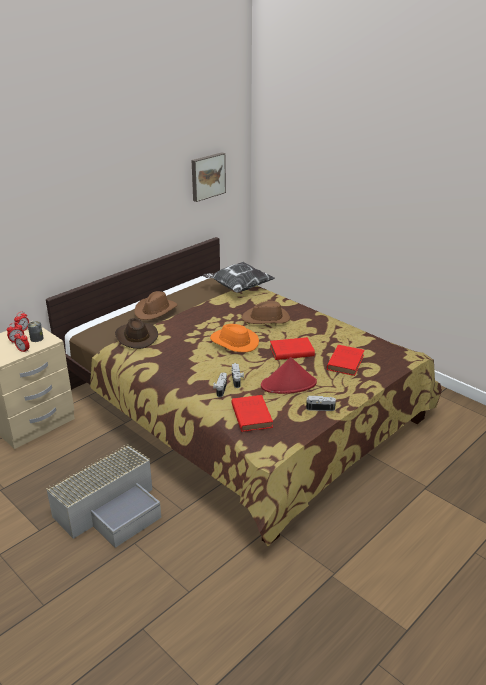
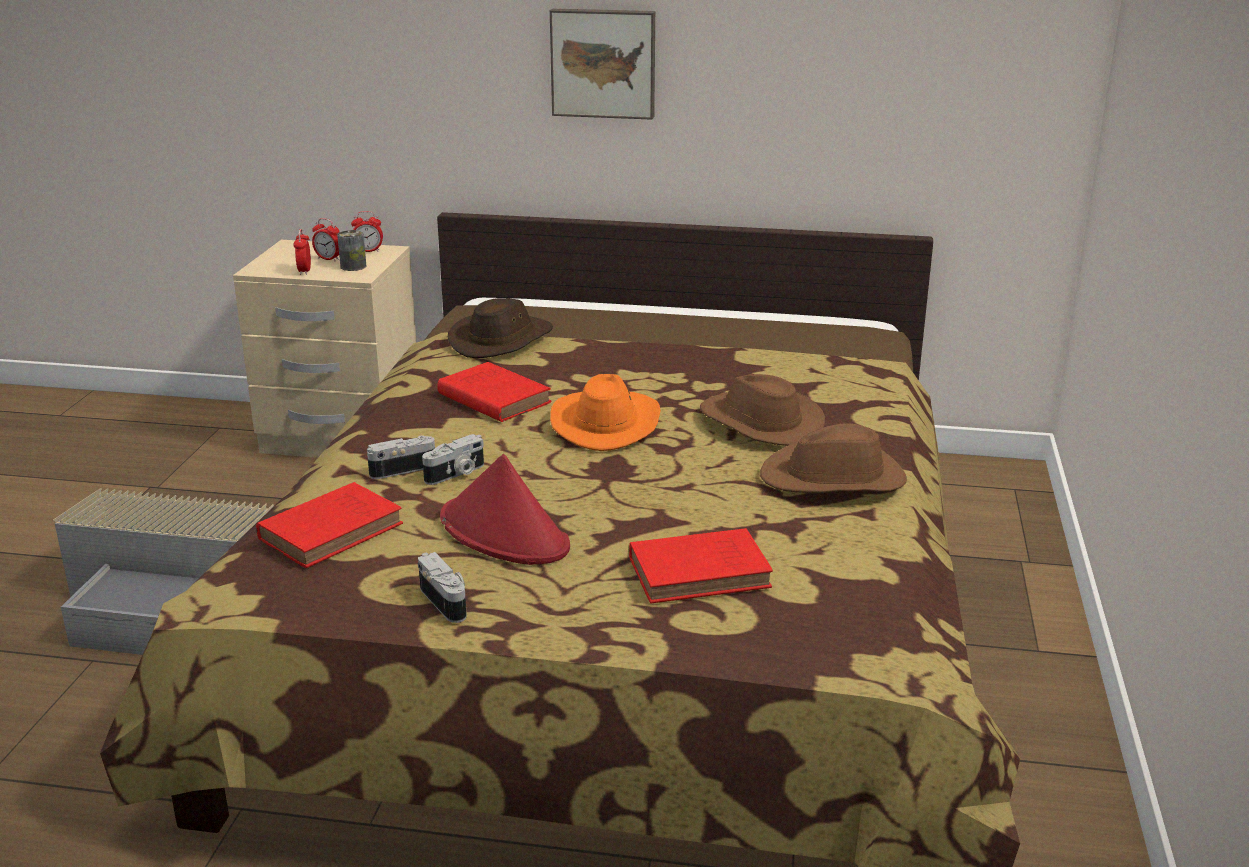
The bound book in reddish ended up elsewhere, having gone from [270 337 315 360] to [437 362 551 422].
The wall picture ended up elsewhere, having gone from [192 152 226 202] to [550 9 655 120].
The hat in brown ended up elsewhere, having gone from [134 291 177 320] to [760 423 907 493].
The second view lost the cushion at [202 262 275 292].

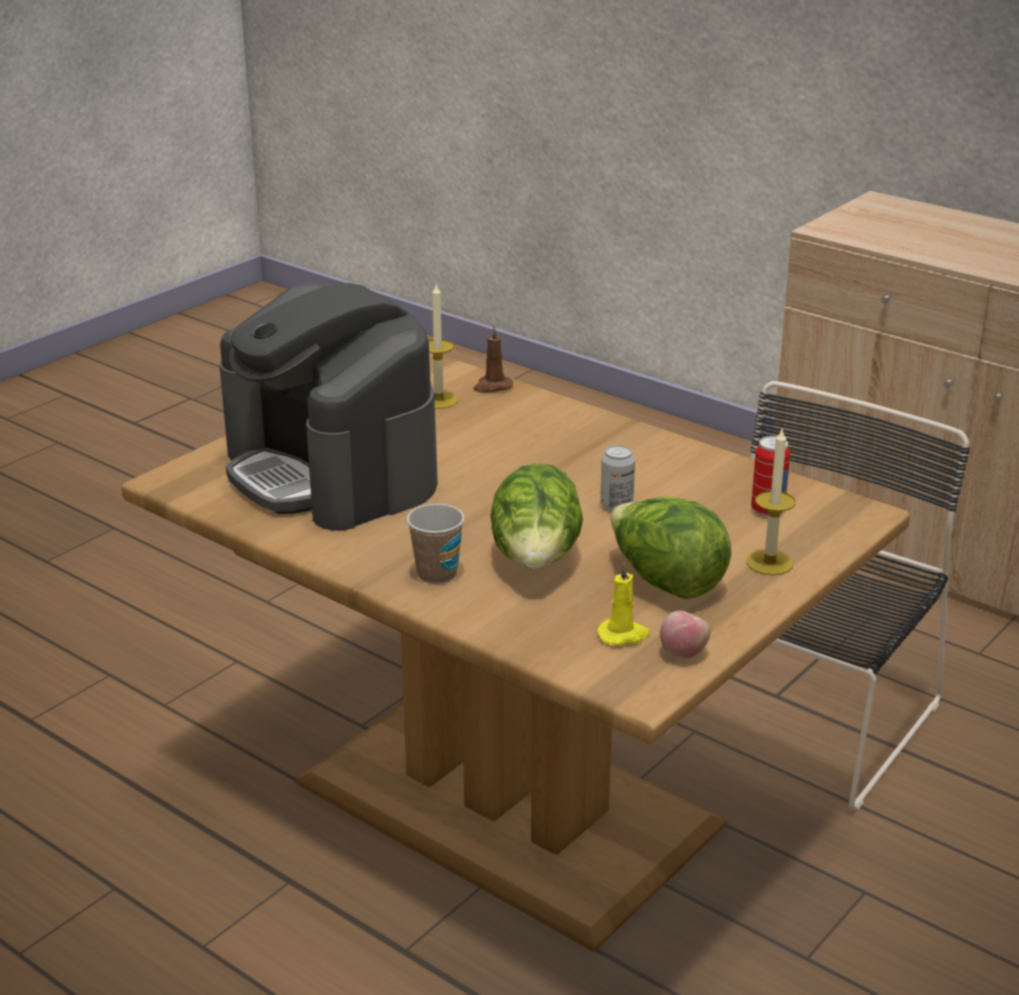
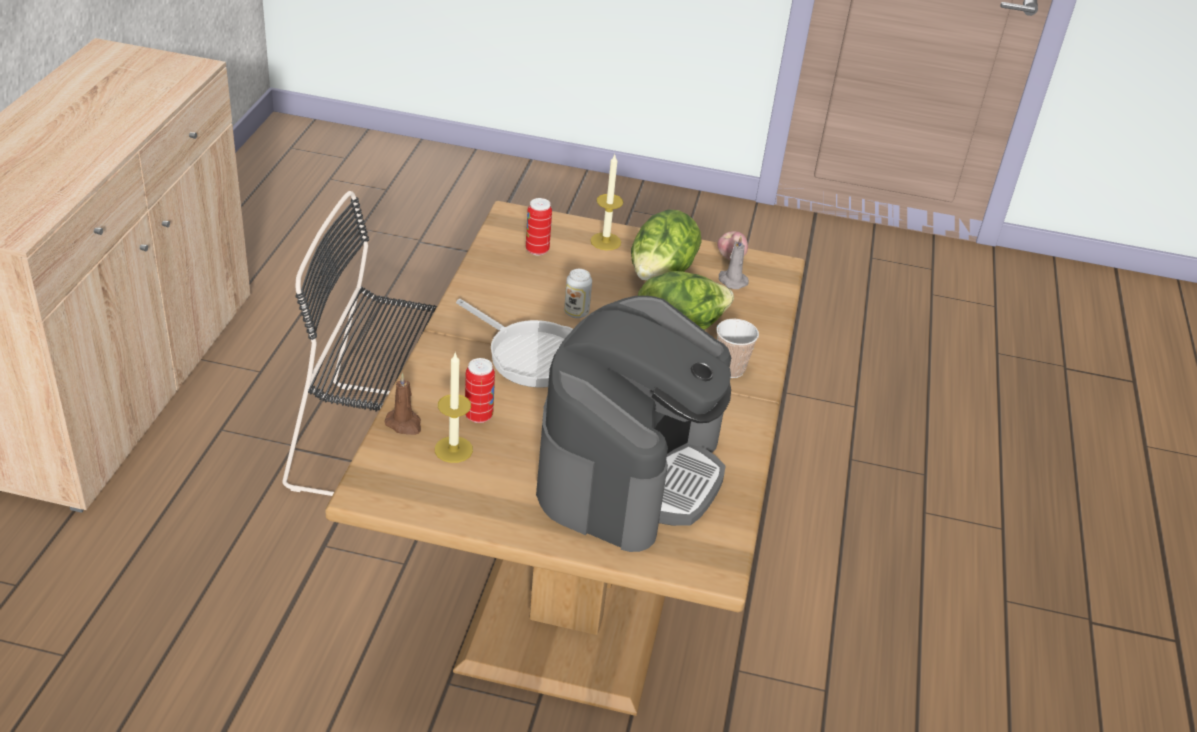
The second view gained the skillet at [456 299 573 388].
The second view gained the sealed can at [465 358 495 423].
What was the wax light in yellow at [597 561 650 646] turned into the wax light in gray at [719 236 749 289].

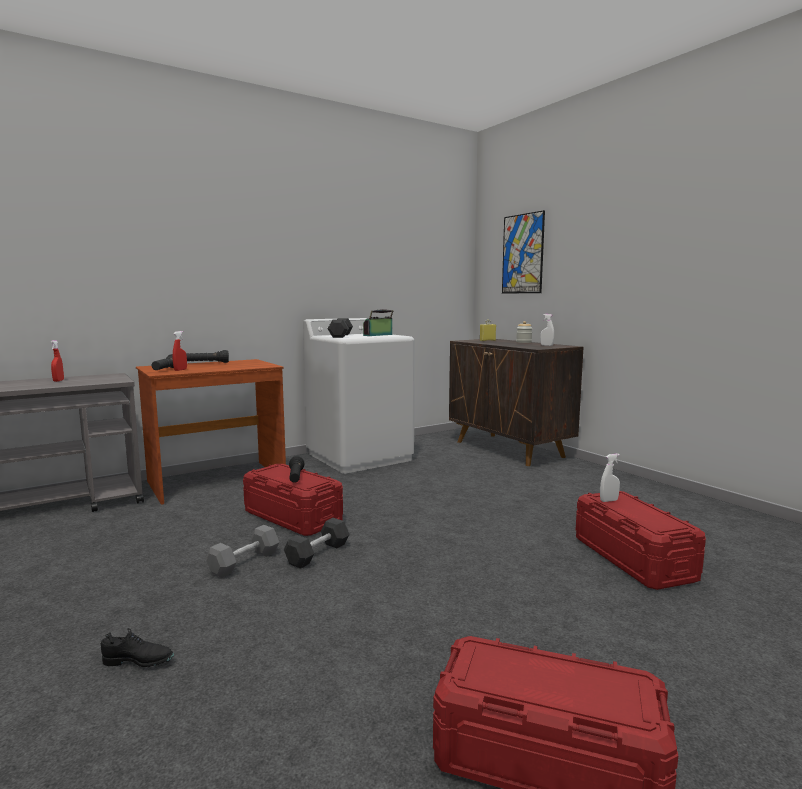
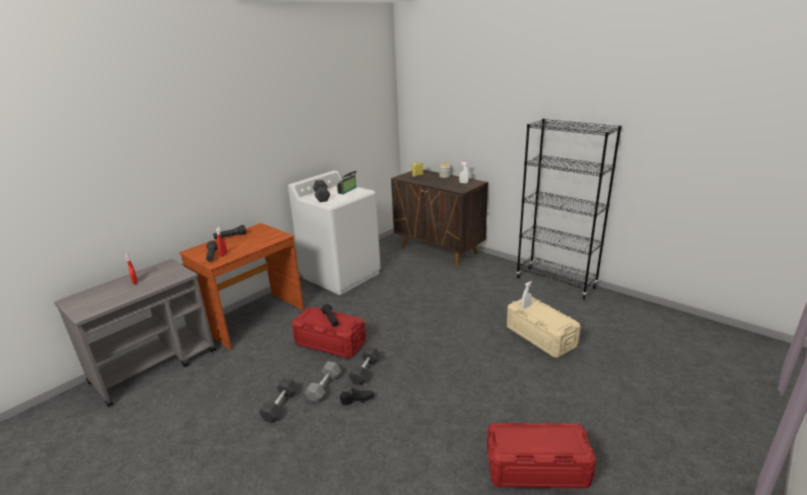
The second view gained the hand weight in black-coloured at [259 378 298 423].
The item of footwear in black-coloured ended up elsewhere, having gone from [101 628 174 667] to [340 387 375 405].
What was the storage box in reddish at [576 491 706 590] turned into the storage box in beige-coloured at [507 297 580 357].
The second view gained the bookshelf in black-coloured at [516 118 621 299].
The second view lost the wall picture at [502 210 545 294].

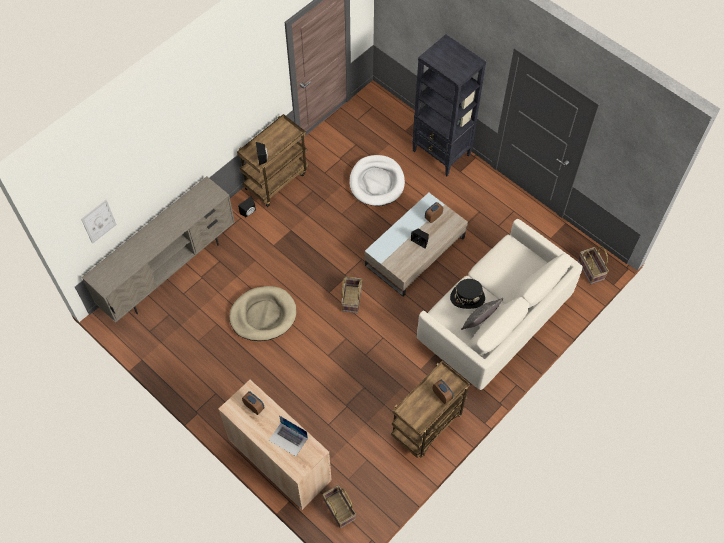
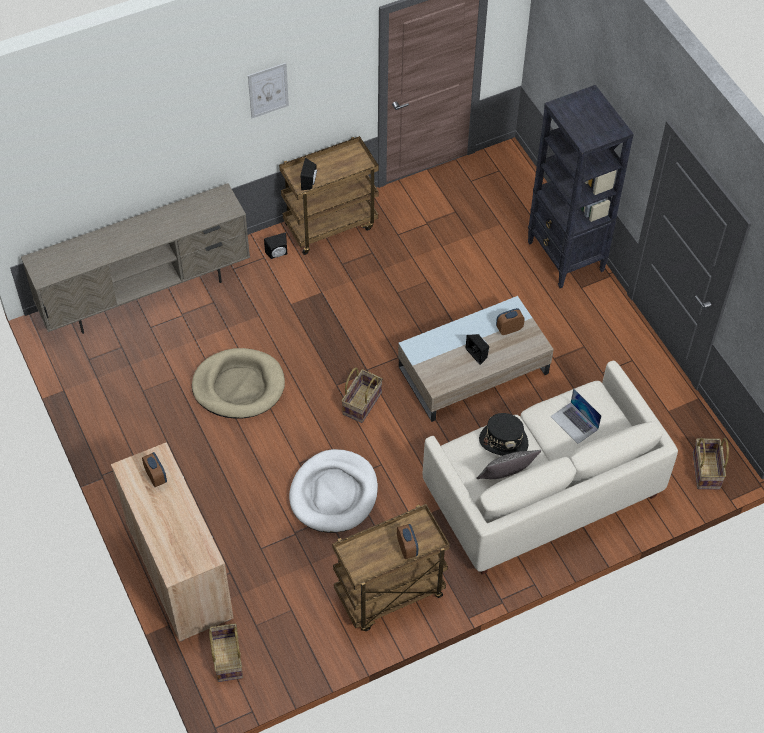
The wall picture ended up elsewhere, having gone from [81 200 117 244] to [248 63 289 118].
The dog bed in white-coloured ended up elsewhere, having gone from [350 155 405 206] to [289 449 378 533].
The laptop ended up elsewhere, having gone from [269 415 308 457] to [550 388 602 444].

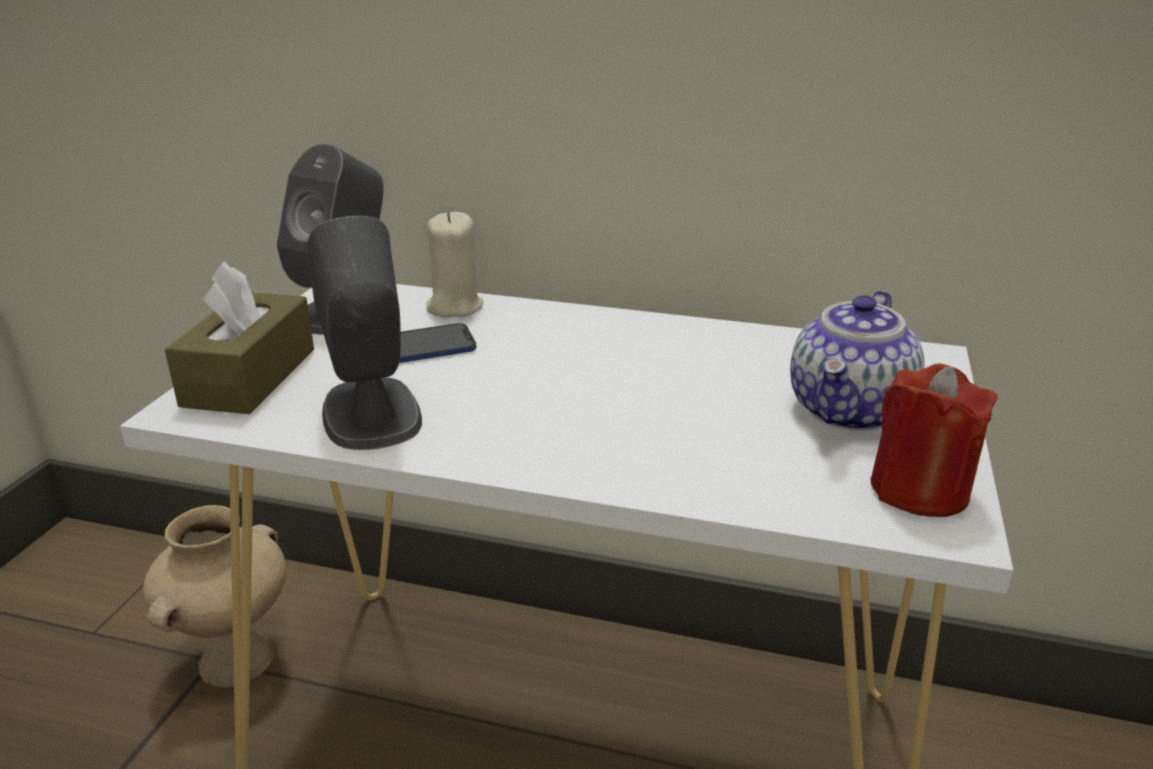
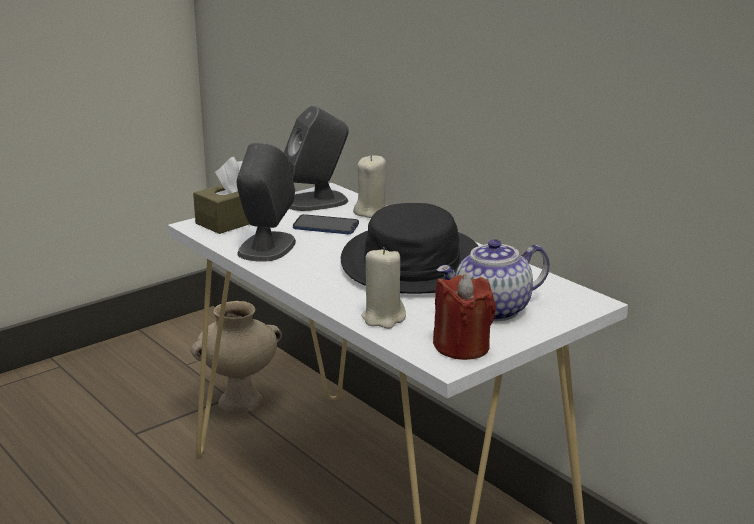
The second view gained the hat in black-coloured at [341 203 478 294].
The second view gained the wax light in beige-coloured at [361 247 406 329].

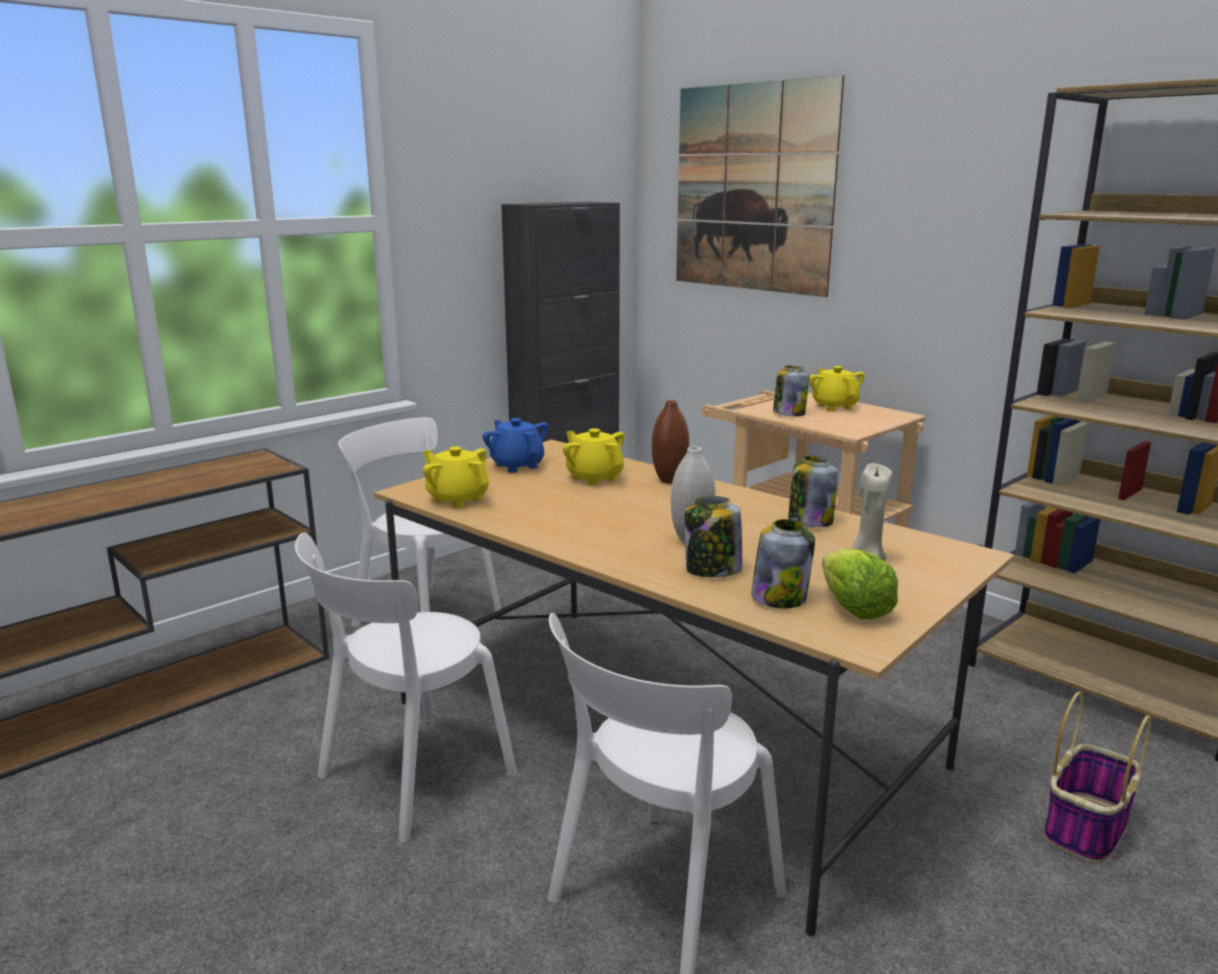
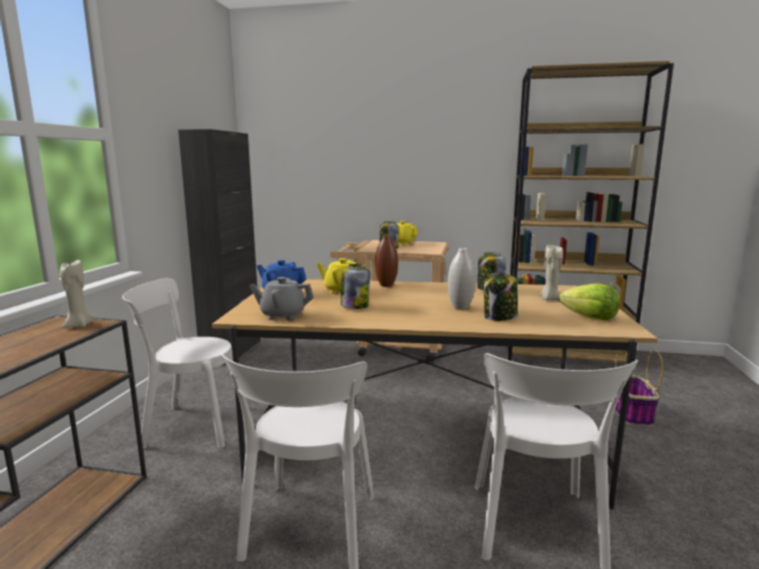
The second view gained the wax light in beige-coloured at [60 260 96 328].
What was the teapot in yellow at [423 446 489 508] turned into the teapot in gray at [249 277 314 320].
The storage jar ended up elsewhere, having gone from [751 519 815 608] to [341 264 370 309].
The second view lost the wall picture at [676 75 844 297].

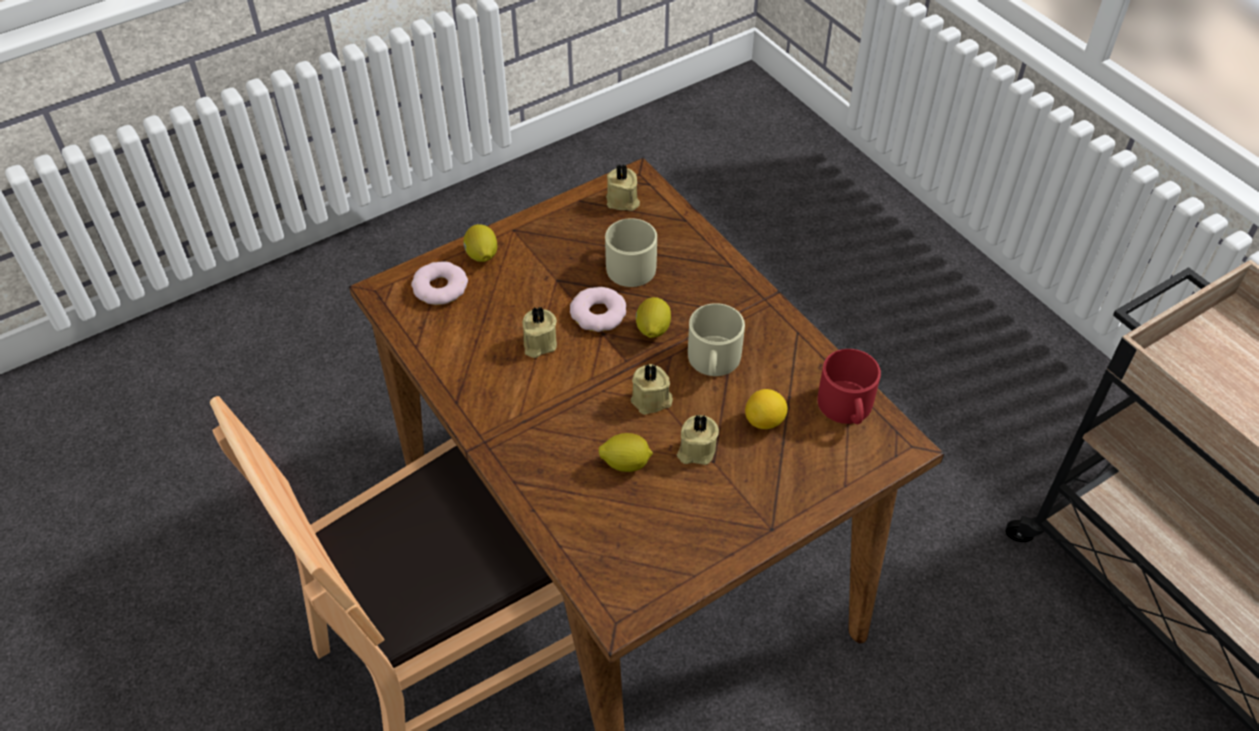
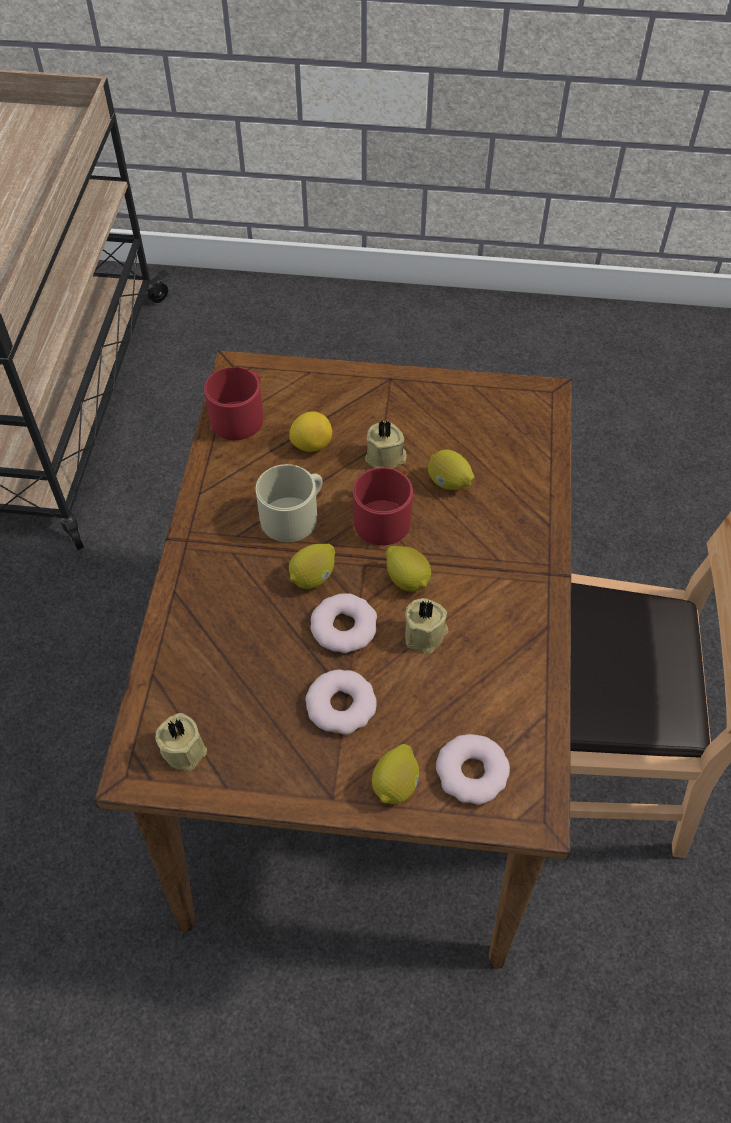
The second view gained the donut at [305 670 377 735].
Where the wax light in beige-coloured stood at [631 363 673 415], the coffee mug in reddish came to stand at [353 467 413 546].
The second view gained the whole lemon at [386 546 431 592].
The second view lost the coffee mug in beige-coloured at [605 218 657 287].

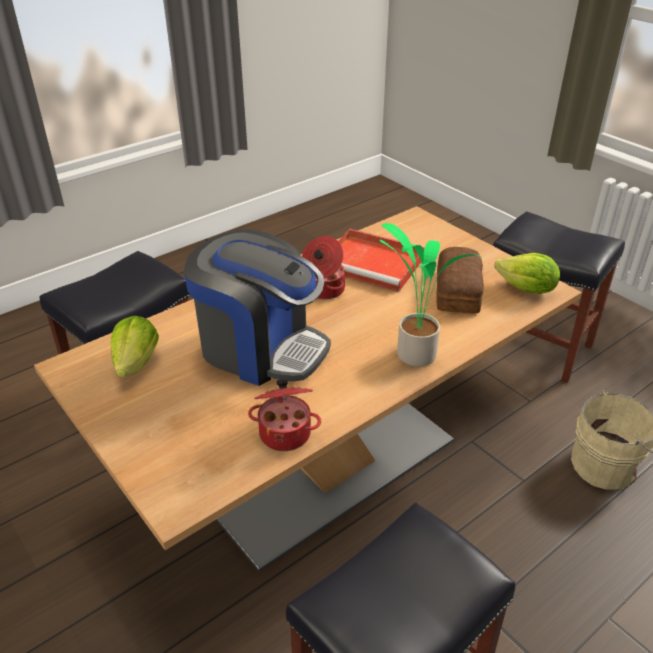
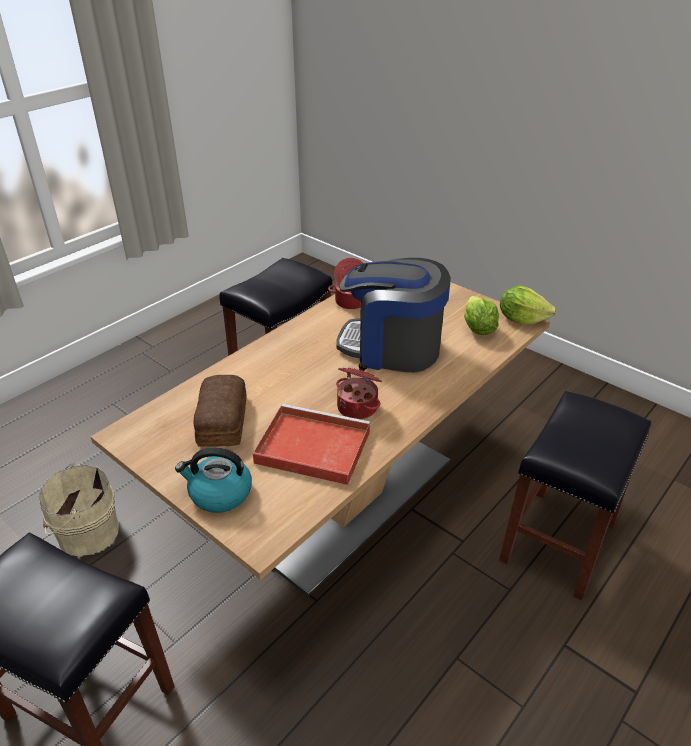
The second view gained the kettle at [175 447 252 513].
The lettuce ended up elsewhere, having gone from [494 253 560 294] to [500 286 557 324].
The second view lost the potted plant at [379 223 482 367].

